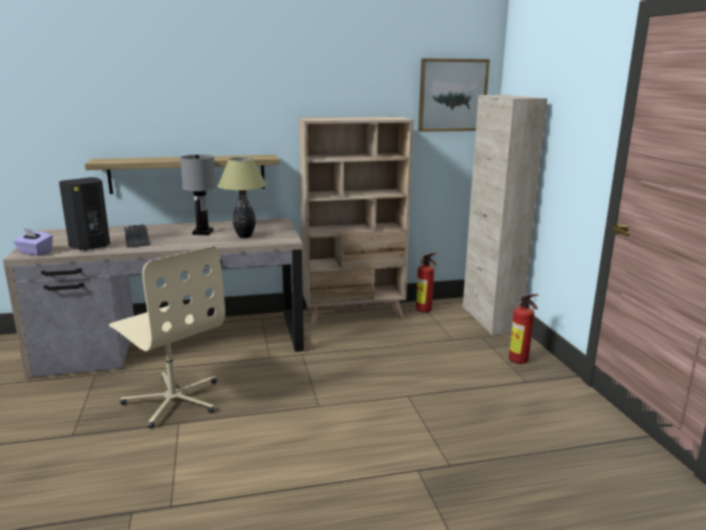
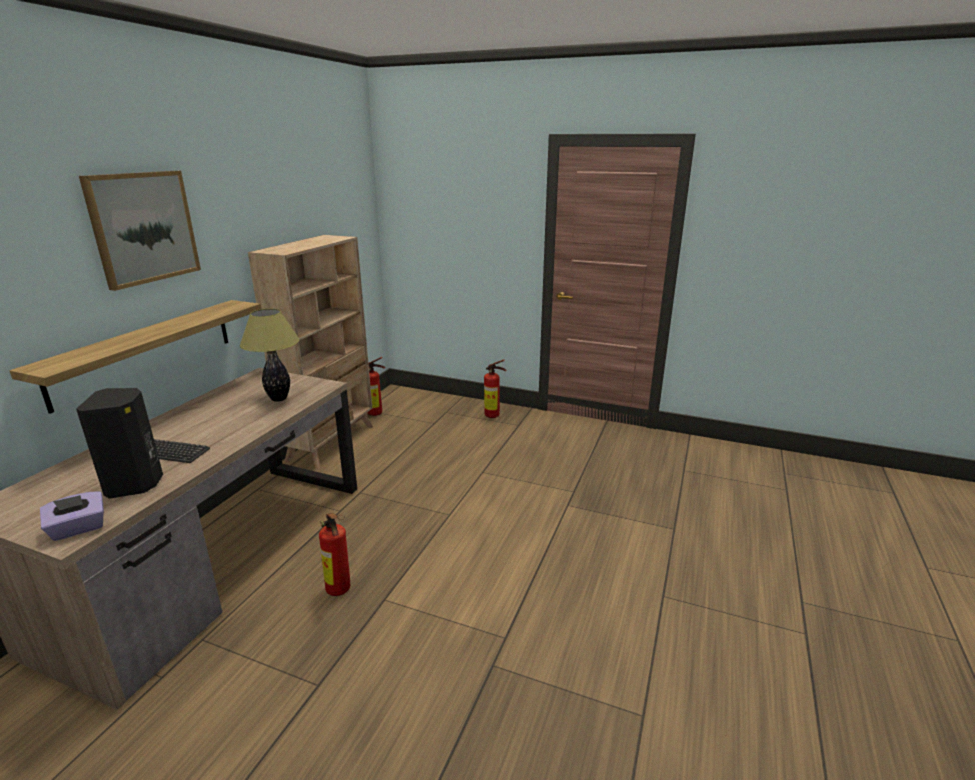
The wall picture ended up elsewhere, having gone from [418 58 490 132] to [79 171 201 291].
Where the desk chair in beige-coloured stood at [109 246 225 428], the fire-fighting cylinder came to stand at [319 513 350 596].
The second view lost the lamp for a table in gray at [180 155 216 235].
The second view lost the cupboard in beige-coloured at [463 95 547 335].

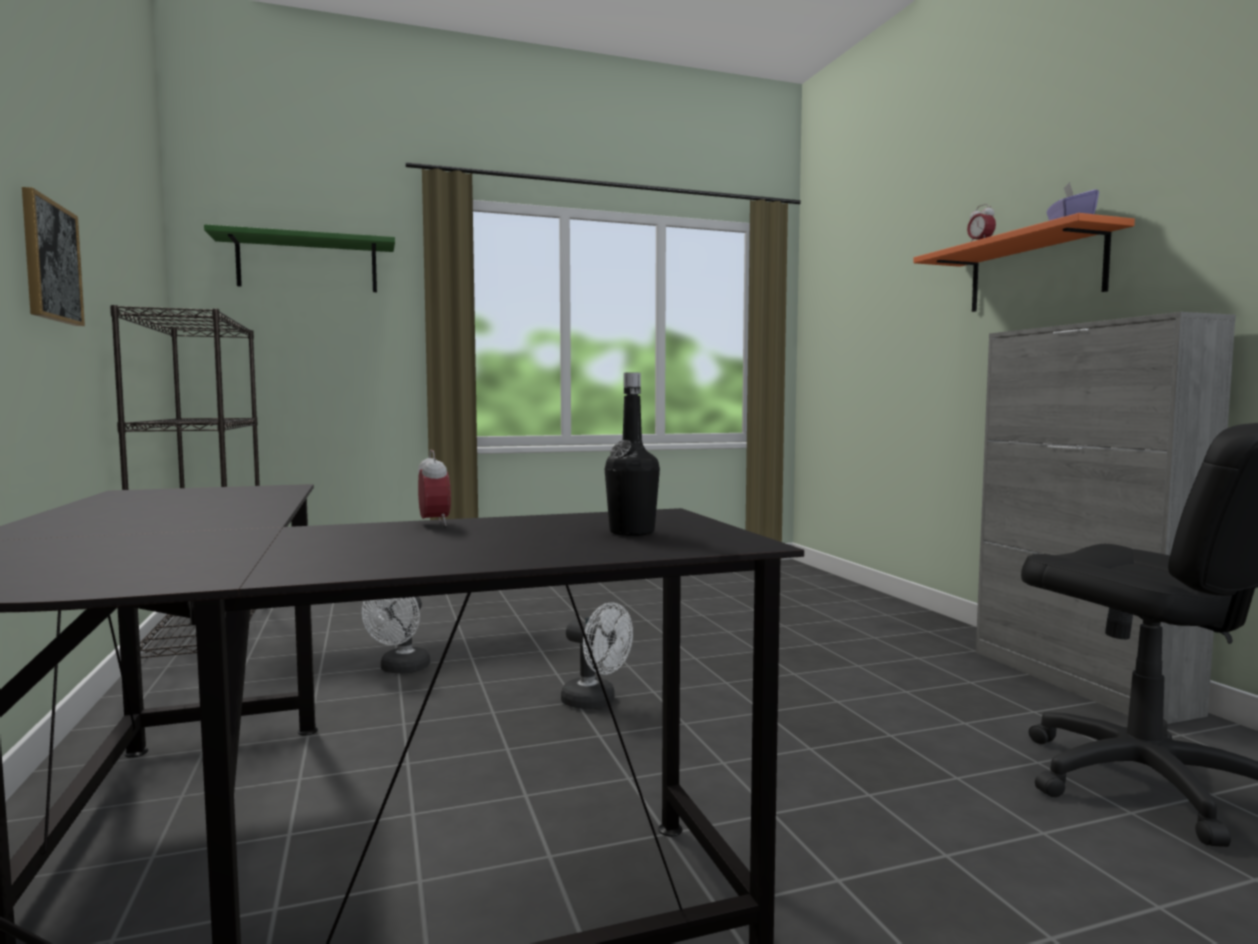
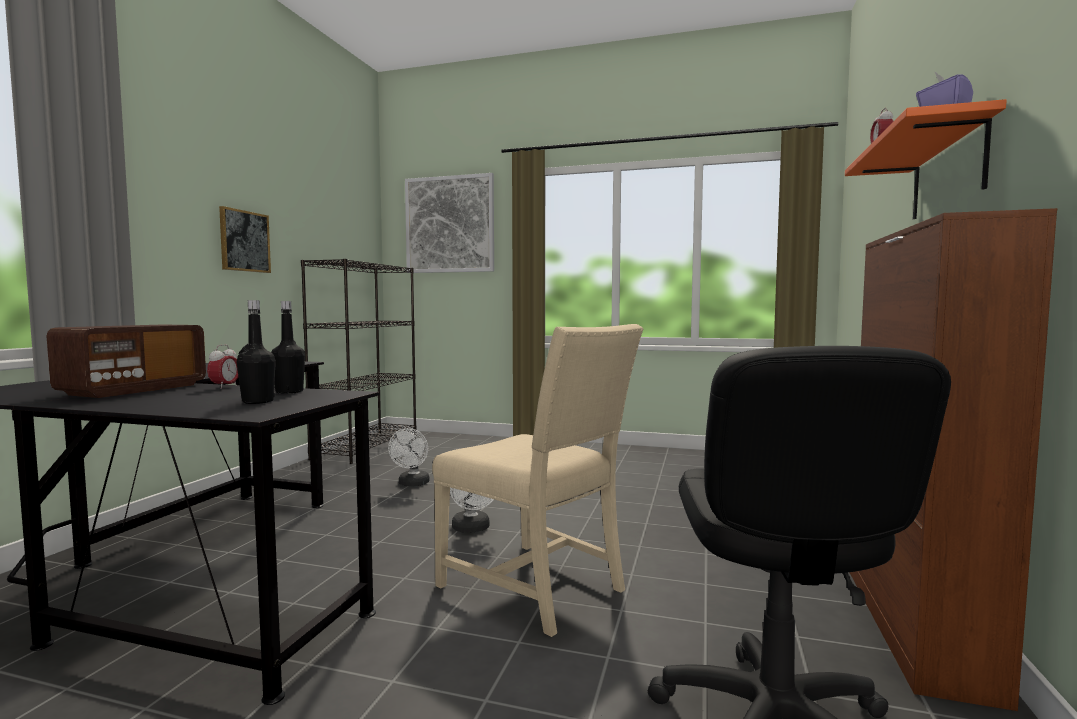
The second view gained the radio at [47 324 206 398].
The second view gained the drink bottle in black-coloured at [271 301 305 394].
The cooling fan in white-coloured at [362 597 430 673] ended up facing another way, 45 degrees counterclockwise from before.
Where the bracket shelf in green hung at [204 224 395 292], the wall picture came to hang at [405 173 494 273].
The second view gained the chair in beige-coloured at [432 324 643 637].
What was the cupboard in gray at [976 312 1236 724] turned into the cupboard in brown at [849 208 1057 711].

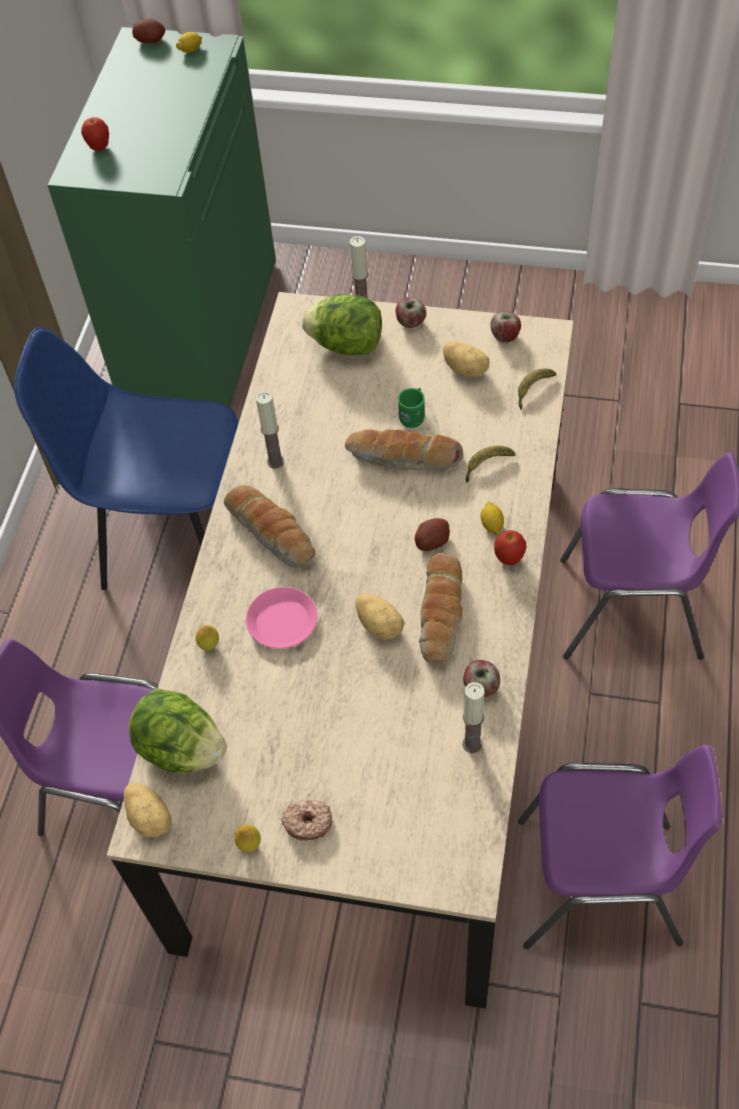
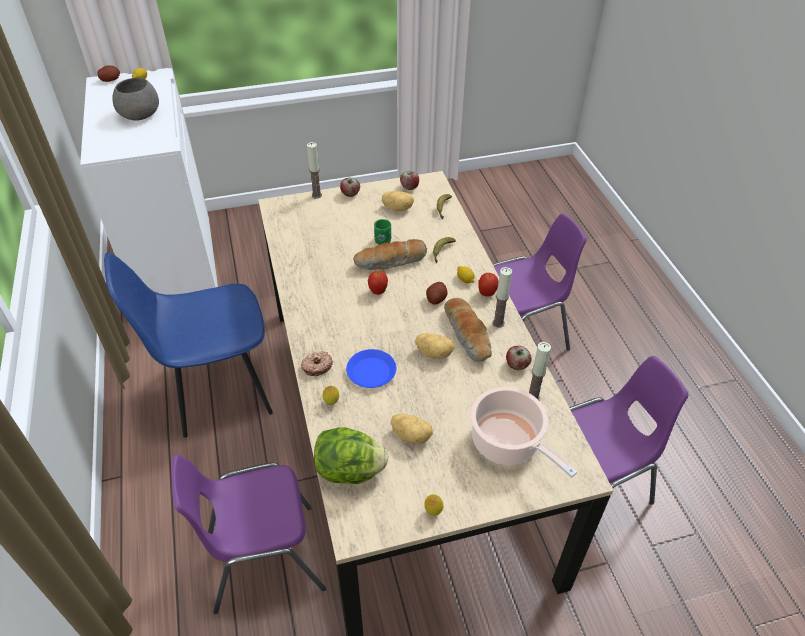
What was the cupboard in green at [48 27 276 407] turned into the cupboard in white-coloured at [80 68 218 295].
The second view gained the deep dish in gray at [112 77 159 120].
The donut ended up elsewhere, having gone from [281 800 332 840] to [301 351 333 376].
What was the flat dish in pinkish at [246 587 317 649] turned into the flat dish in bluish at [346 349 396 388].
The whole apple ended up elsewhere, having gone from [81 117 109 151] to [368 271 388 295].
The potato ended up elsewhere, having gone from [124 783 172 837] to [391 413 433 444].
The second view gained the saucepot at [471 387 577 478].
The wax light ended up elsewhere, having gone from [256 391 284 469] to [492 267 512 328].
The second view lost the bread at [224 485 316 568].
The second view lost the lettuce at [302 294 382 355].

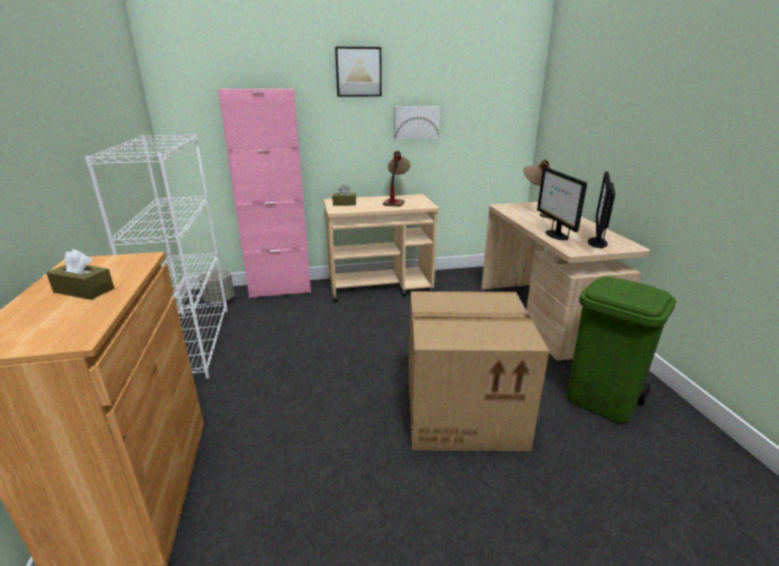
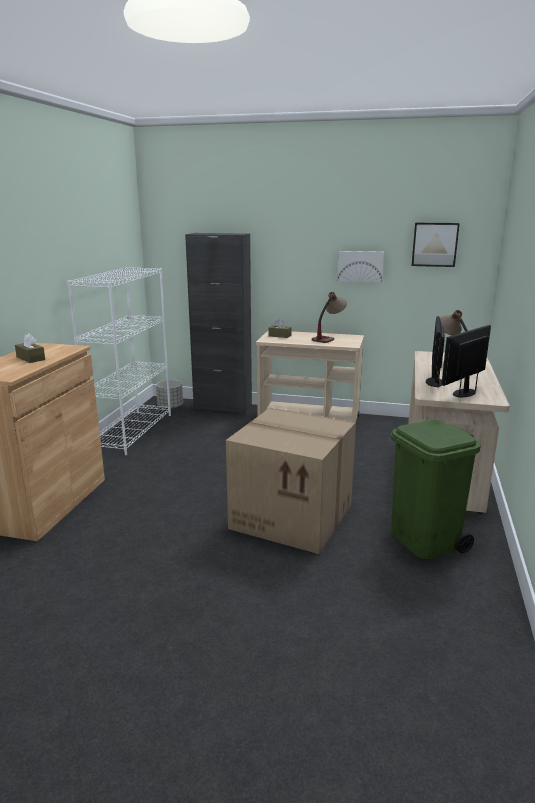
What was the cupboard in pinkish at [218 89 311 298] turned into the cupboard in black-coloured at [185 233 252 414].
The wall picture ended up elsewhere, having gone from [335 46 382 97] to [412 223 460 267].

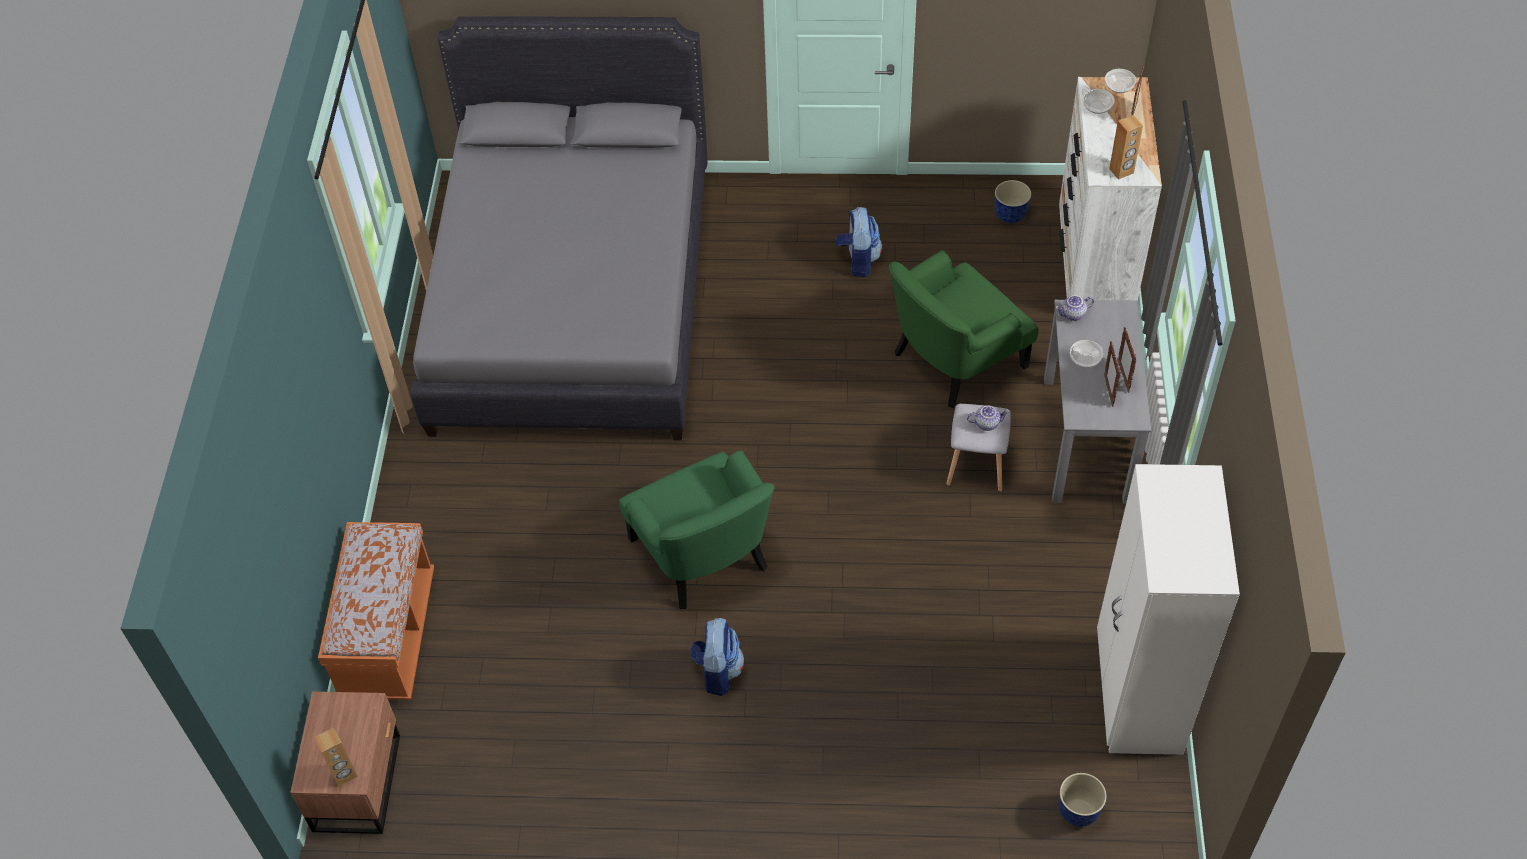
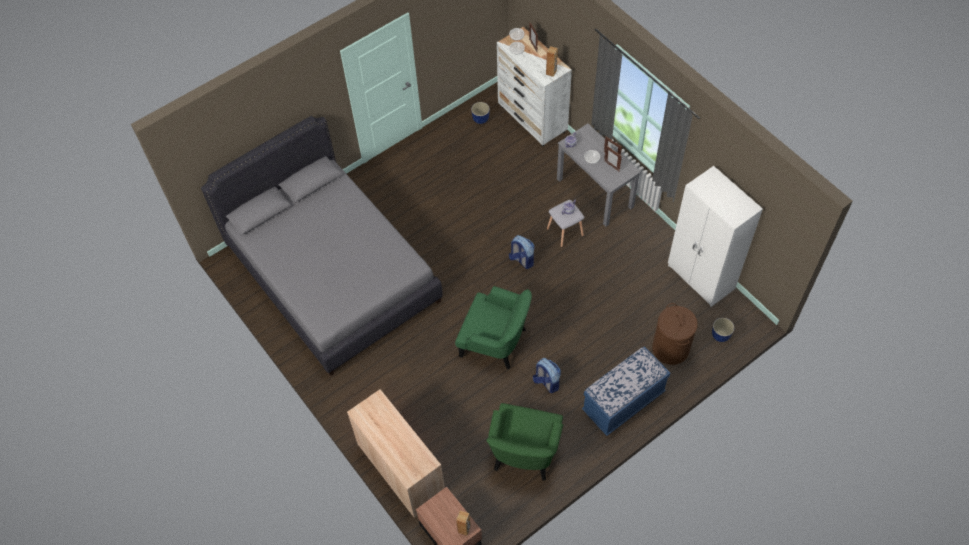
Where the indoor bench in orange-coloured stood at [318 522 434 700], the cupboard in beige-coloured came to stand at [347 389 445 518].
The armchair in green ended up elsewhere, having gone from [889 250 1039 408] to [486 403 564 481].
The knapsack ended up elsewhere, having gone from [835 207 882 277] to [509 235 535 269].
The second view gained the indoor bench in bluish at [582 346 670 436].
The second view gained the hamper in brown at [652 303 698 365].

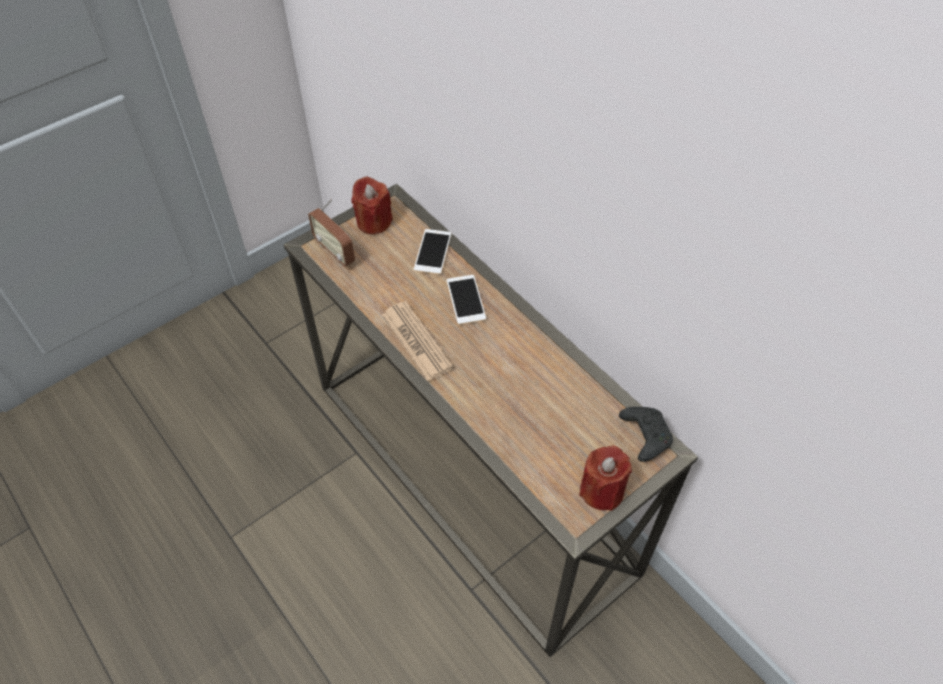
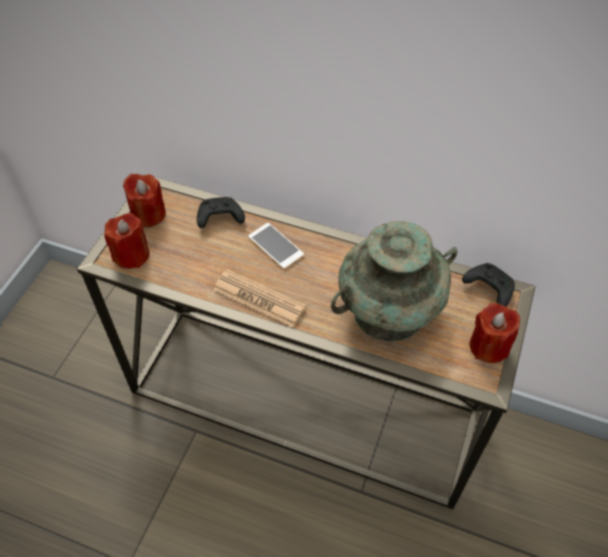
Where the radio stood at [308 198 355 267], the wax light in reddish came to stand at [104 213 149 269].
Where the handset stood at [414 229 451 274], the game controller in black-coloured came to stand at [197 197 245 228].
The second view gained the decorative vase in turquoise-coloured at [331 221 457 342].

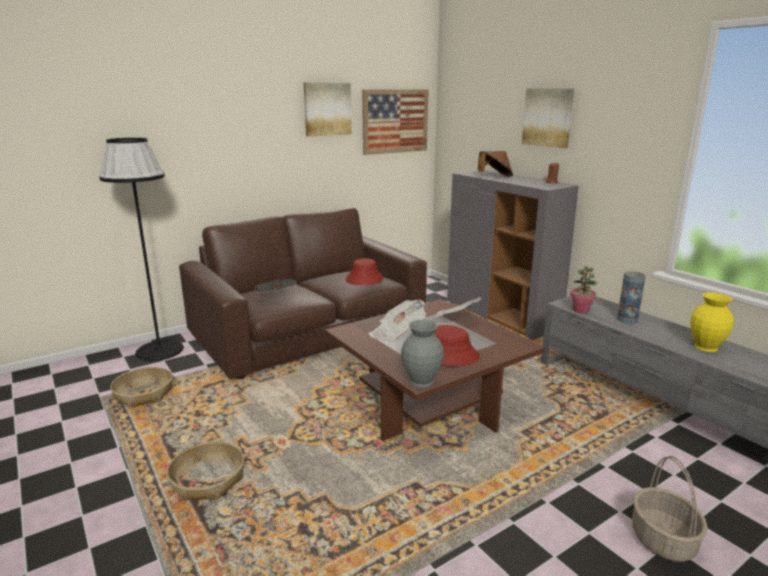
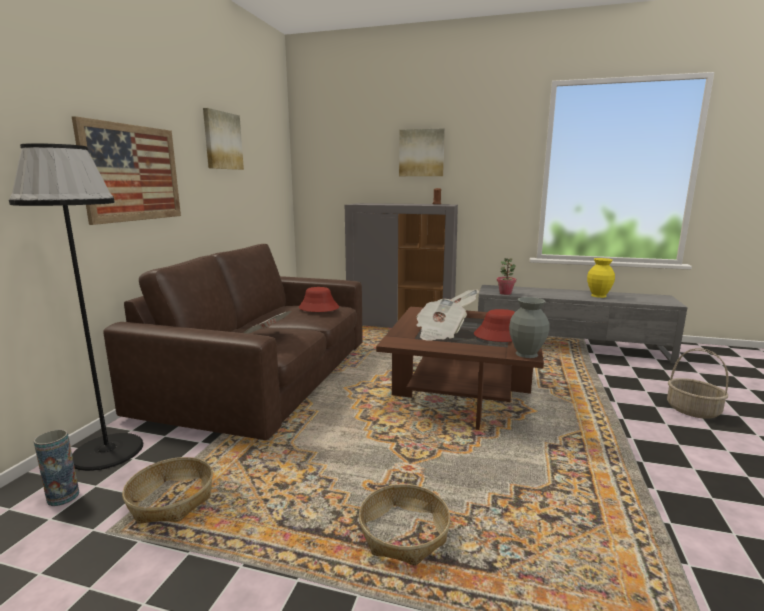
The decorative vase ended up elsewhere, having gone from [617 271 646 324] to [34 429 79 506].
The wall picture ended up elsewhere, having gone from [362 89 429 155] to [72 116 181 225].
The second view lost the hat in brown at [478 151 513 177].

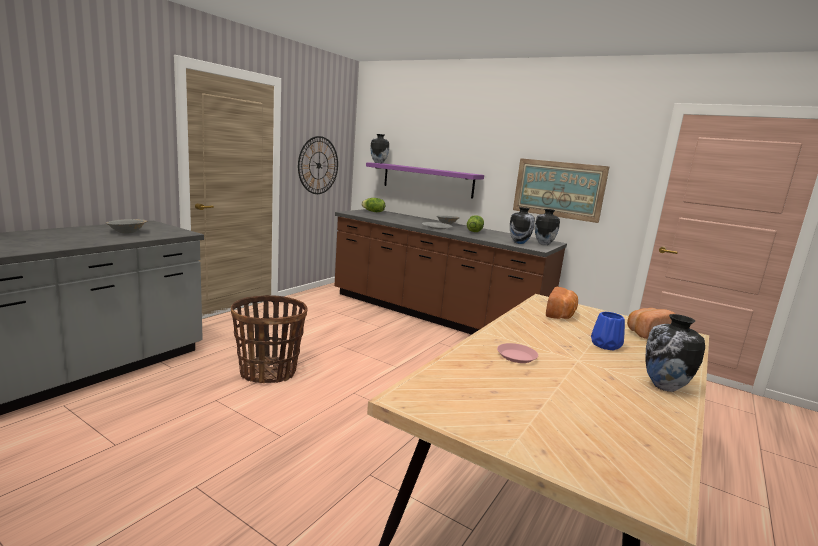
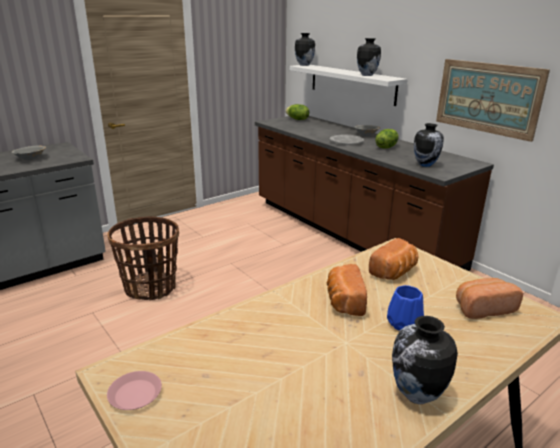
The flat dish in pinkish ended up elsewhere, having gone from [497 343 538 363] to [107 371 162 410].
What was the bracket shelf in purple-coloured at [366 162 484 198] turned into the bracket shelf in white-coloured at [290 65 408 106].
The second view gained the bread at [327 264 367 316].
The decorative vase ended up elsewhere, having gone from [535 209 560 245] to [357 38 381 76].
The second view lost the clock on the wall at [298 136 338 194].

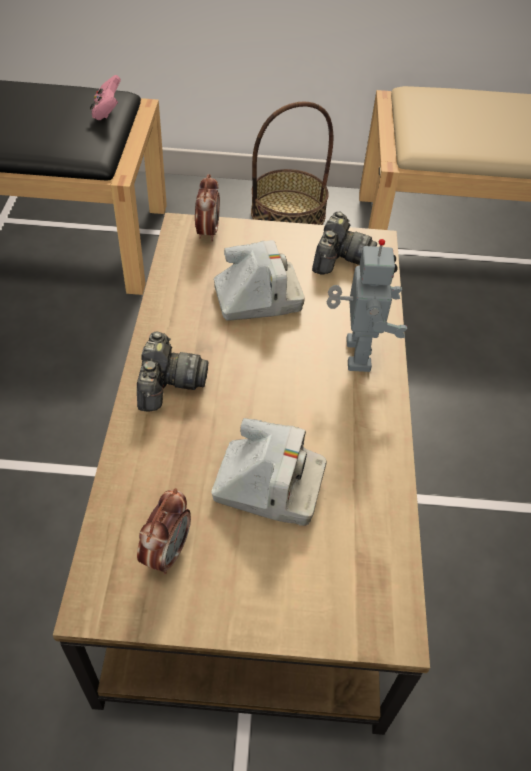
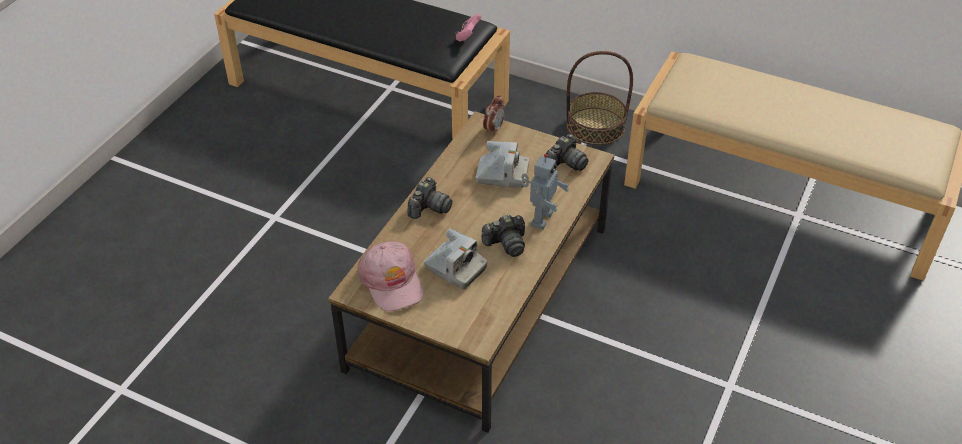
Where the alarm clock stood at [137 488 191 574], the baseball cap in pinkish came to stand at [357 241 424 311].
The second view gained the still camera at [482 215 525 257].

